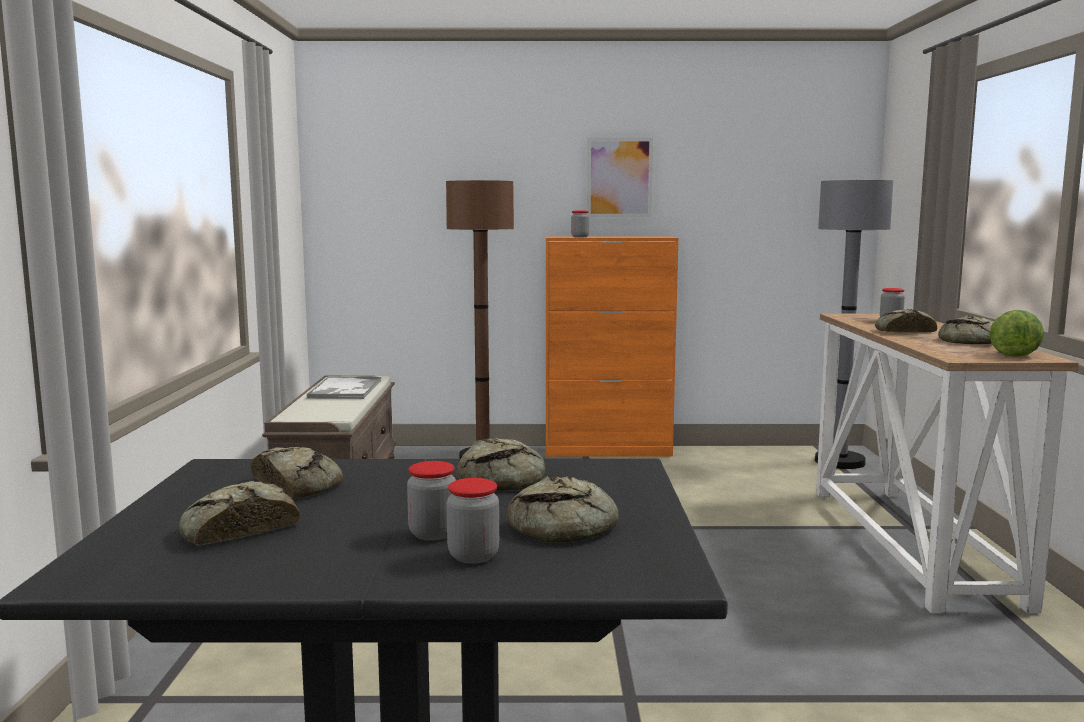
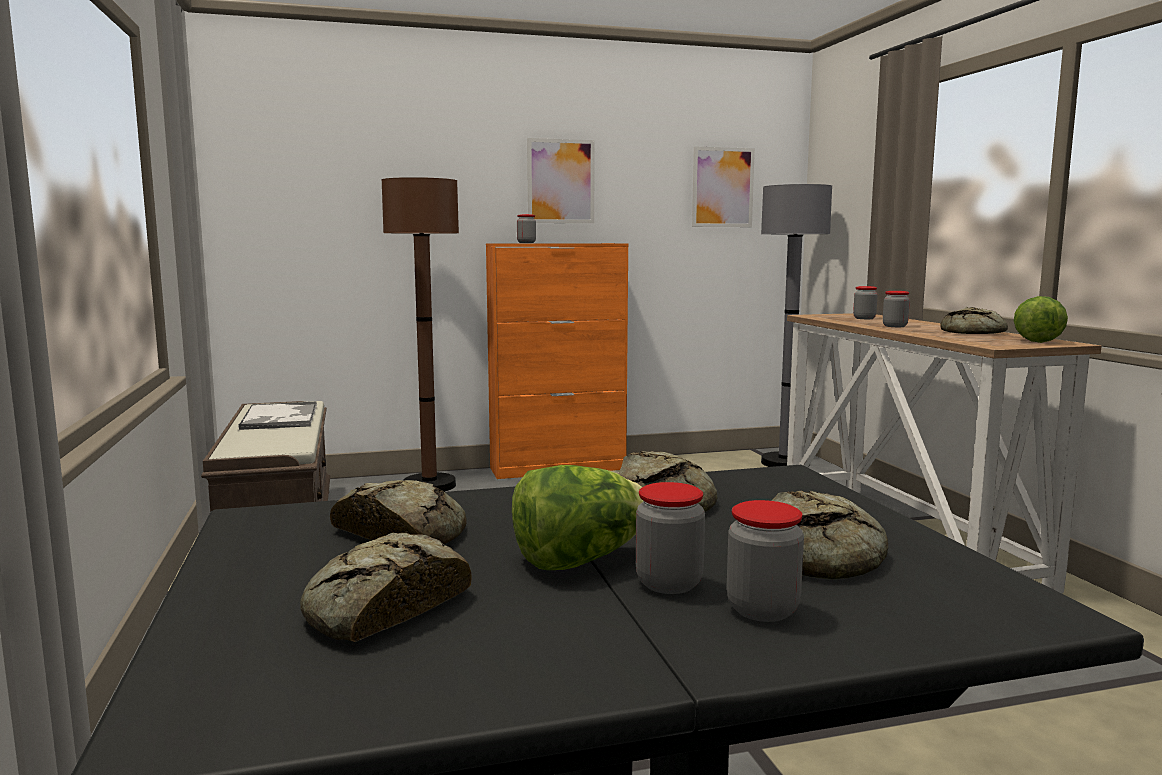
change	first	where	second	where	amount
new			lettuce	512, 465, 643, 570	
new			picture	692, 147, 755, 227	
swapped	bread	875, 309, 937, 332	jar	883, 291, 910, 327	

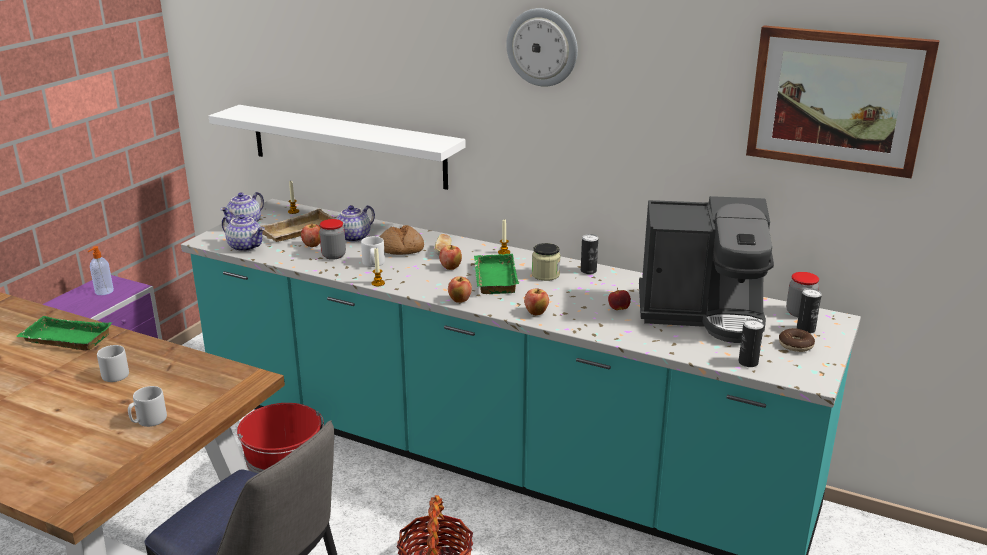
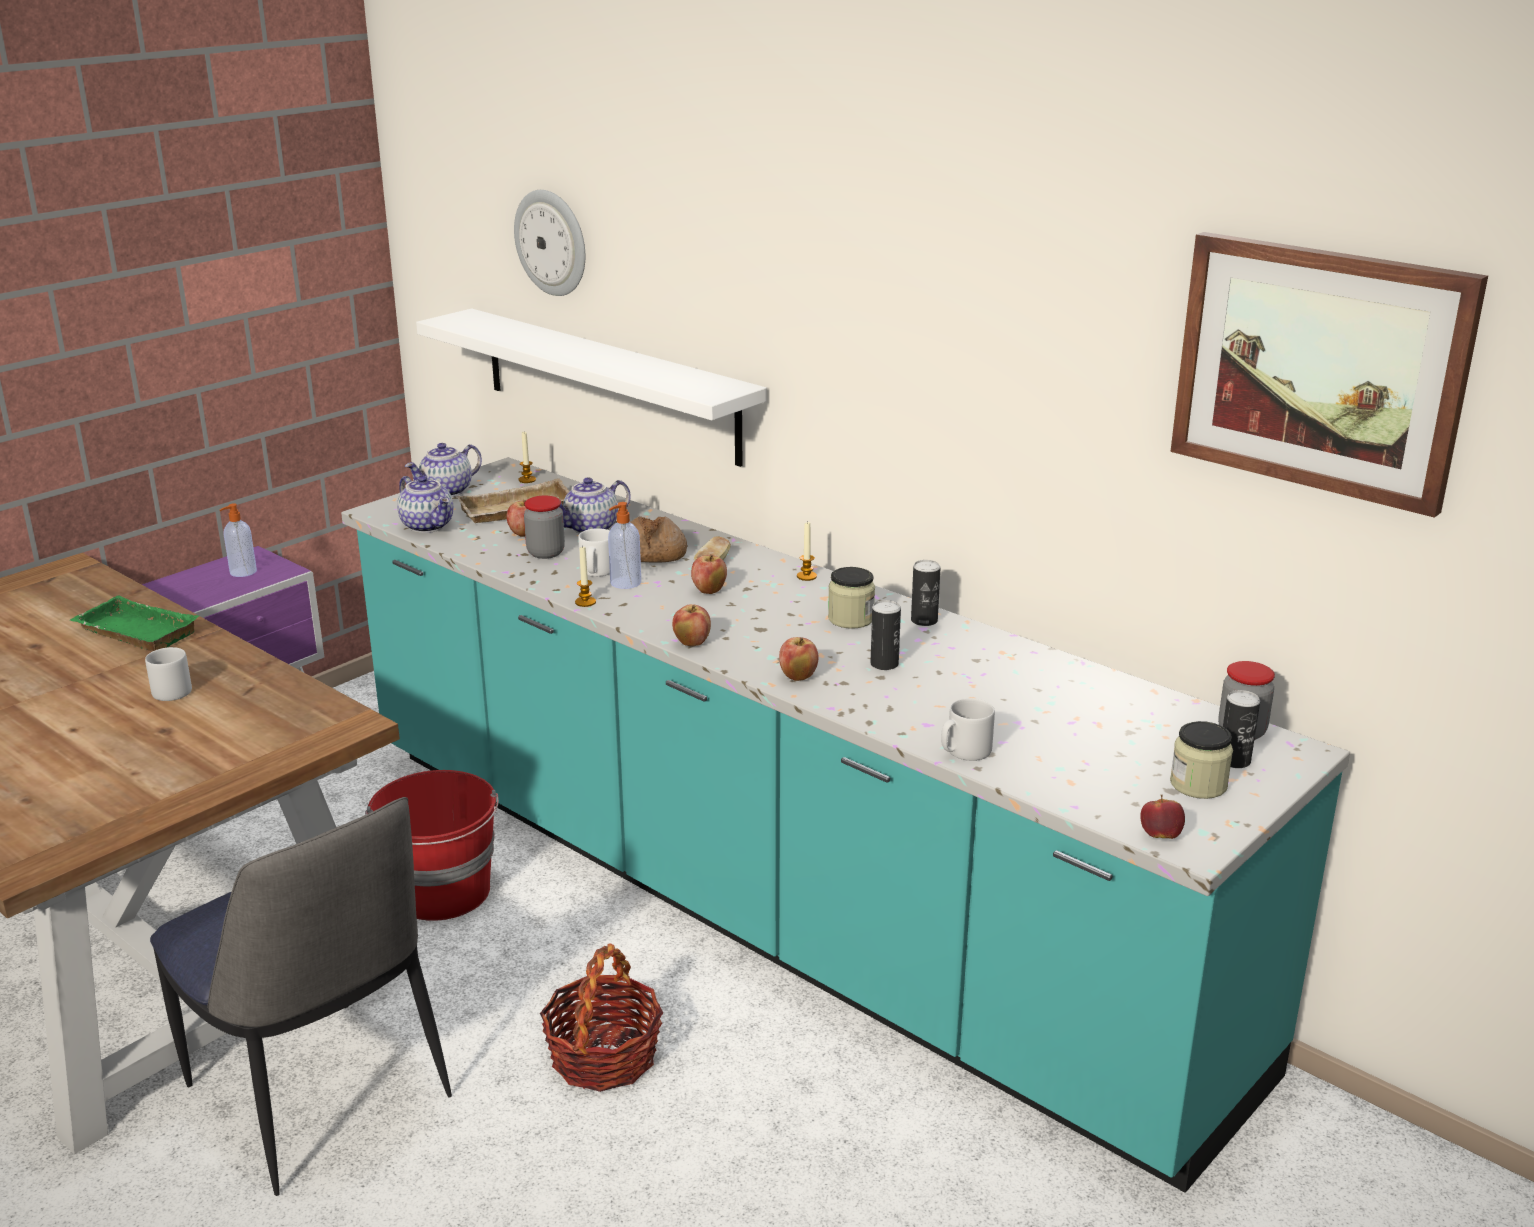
change	first	where	second	where	amount
gone	green tray	474, 254, 519, 294			
gone	coffee machine	639, 196, 774, 343			
new			soap dispenser	608, 502, 641, 589	
shifted	grey mug	128, 386, 167, 427		941, 698, 995, 761	
shifted	wall clock	506, 8, 578, 87		514, 190, 585, 296	
shifted	apple	608, 288, 631, 310		1140, 795, 1185, 839	
shifted	can	739, 319, 764, 367		870, 600, 901, 670	
swapped	donut	779, 328, 815, 352	jar	1170, 721, 1233, 799	

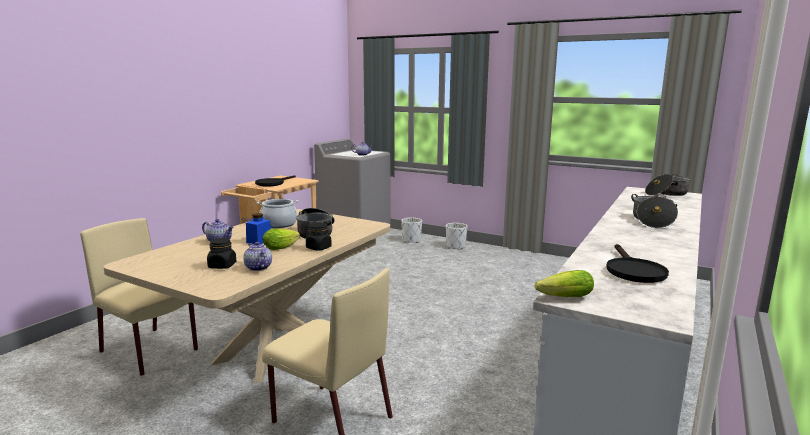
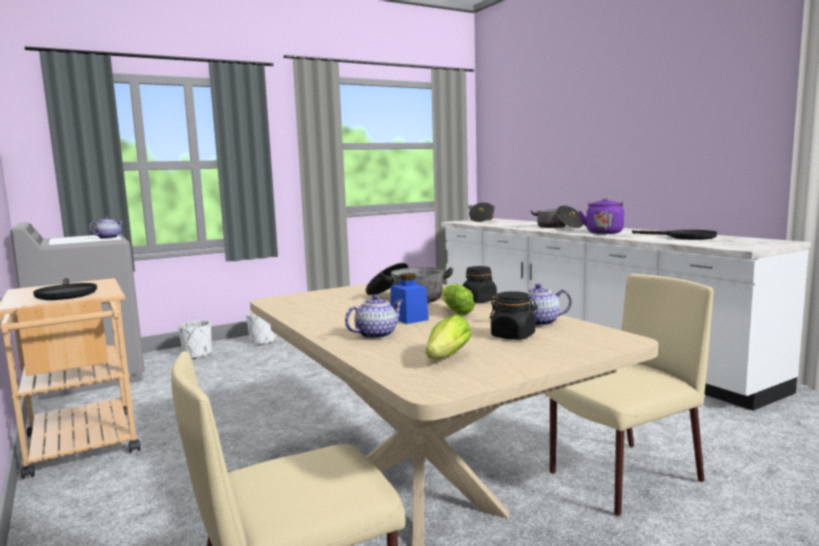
change	first	where	second	where	amount
gone	cooking pot	257, 199, 298, 228			
new			purple kettle	579, 198, 624, 234	
shifted	lettuce	535, 270, 594, 297		426, 314, 471, 360	

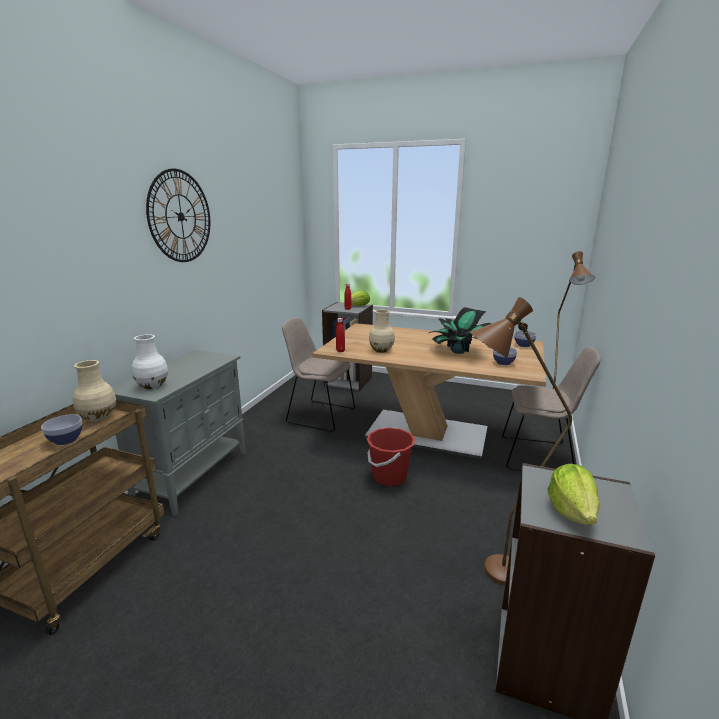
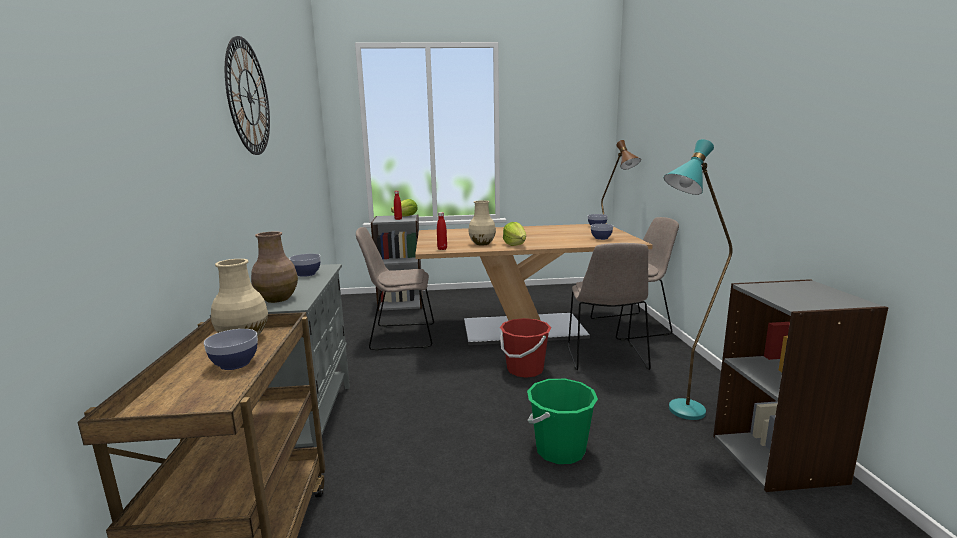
change	first	where	second	where	amount
gone	potted plant	429, 307, 492, 354			
new			bowl	289, 254, 321, 277	
new			green bucket	527, 379, 598, 464	
new			beige chair	567, 243, 651, 370	
shifted	lettuce	548, 464, 600, 525		503, 222, 526, 246	
repainted	white vase	132, 334, 168, 389	brown vase	251, 231, 298, 303	
repainted	brown floor lamp	470, 297, 572, 585	turquoise floor lamp	664, 139, 733, 420	

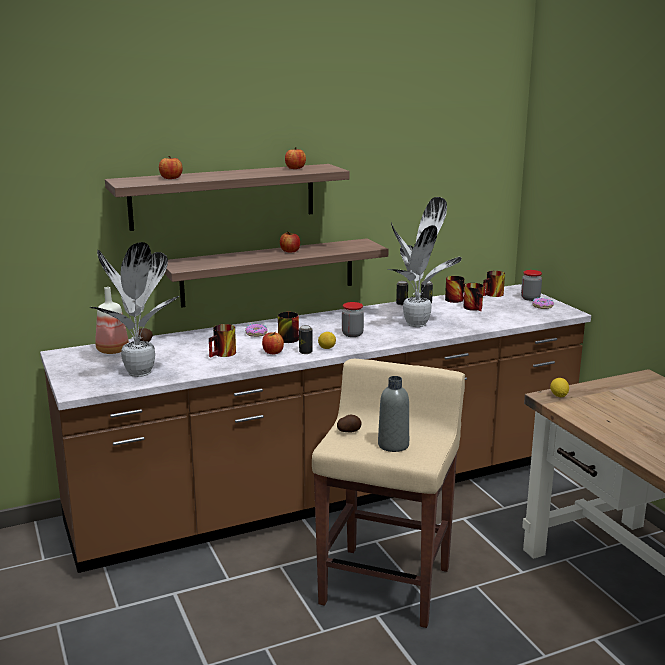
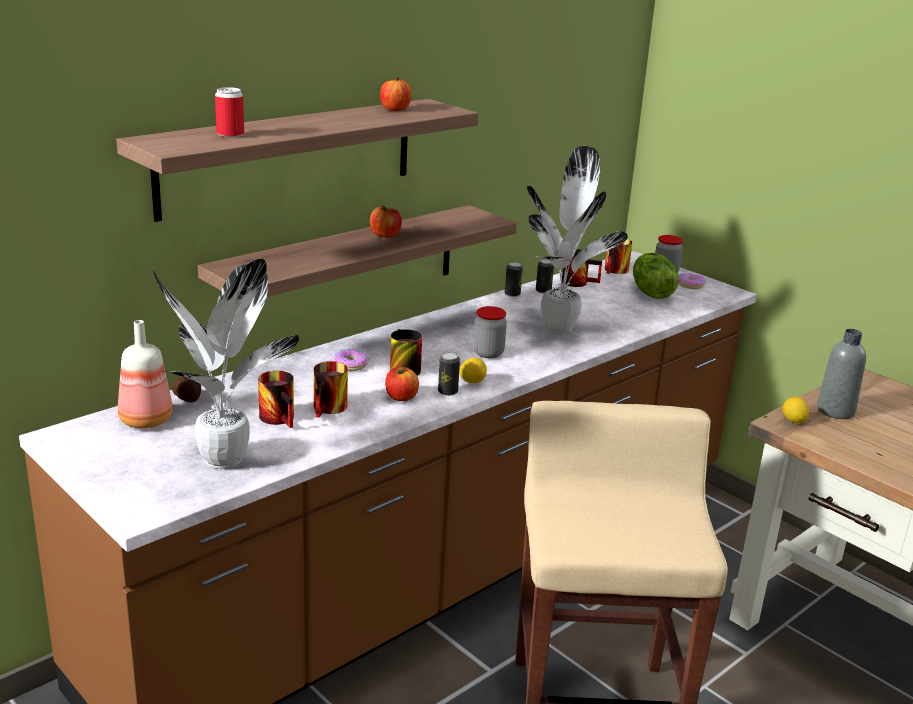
change	first	where	second	where	amount
gone	potato	337, 415, 362, 433			
new			lettuce	633, 253, 679, 299	
shifted	grey bottle	378, 376, 409, 452		817, 329, 866, 419	
shifted	mug	463, 283, 484, 311		258, 371, 294, 428	
swapped	apple	159, 156, 183, 179	can	215, 87, 244, 138	

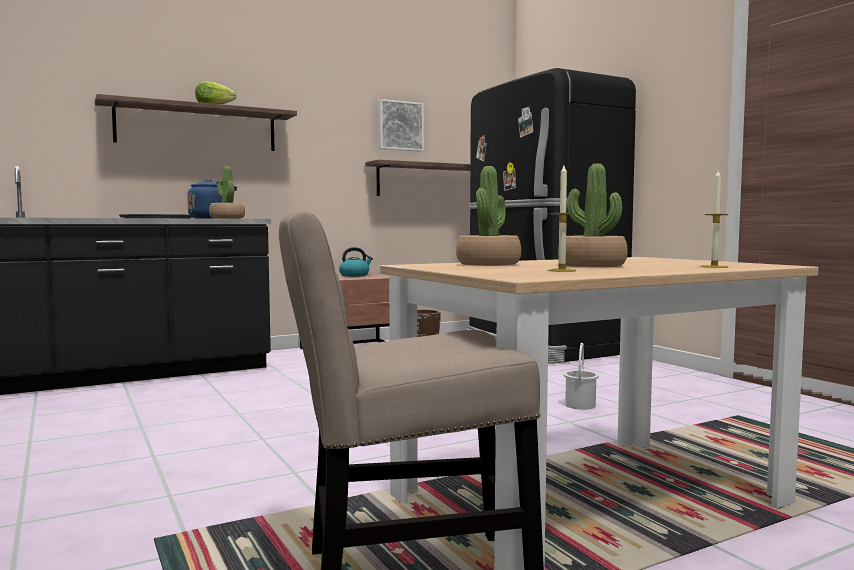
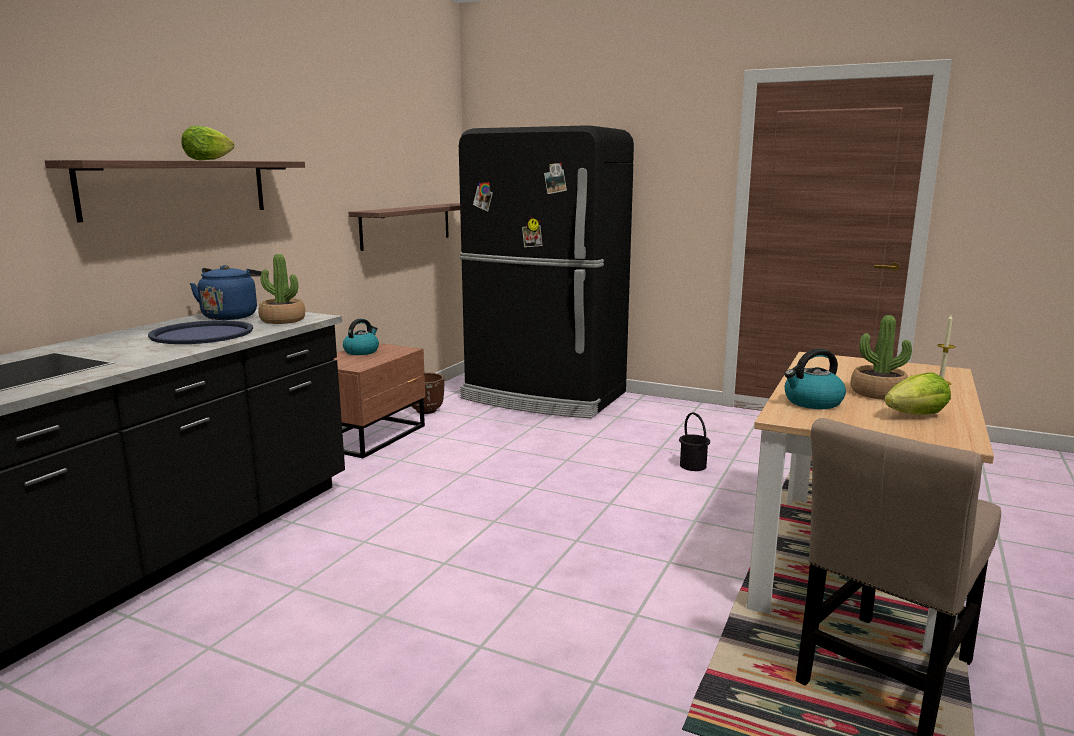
change	first	where	second	where	amount
gone	picture	378, 99, 424, 152			
swapped	potted plant	456, 166, 521, 266	kettle	784, 349, 846, 409	
swapped	candle	548, 165, 576, 272	lettuce	884, 372, 951, 415	
repainted	white bucket	563, 343, 599, 410	black bucket	679, 412, 710, 471	

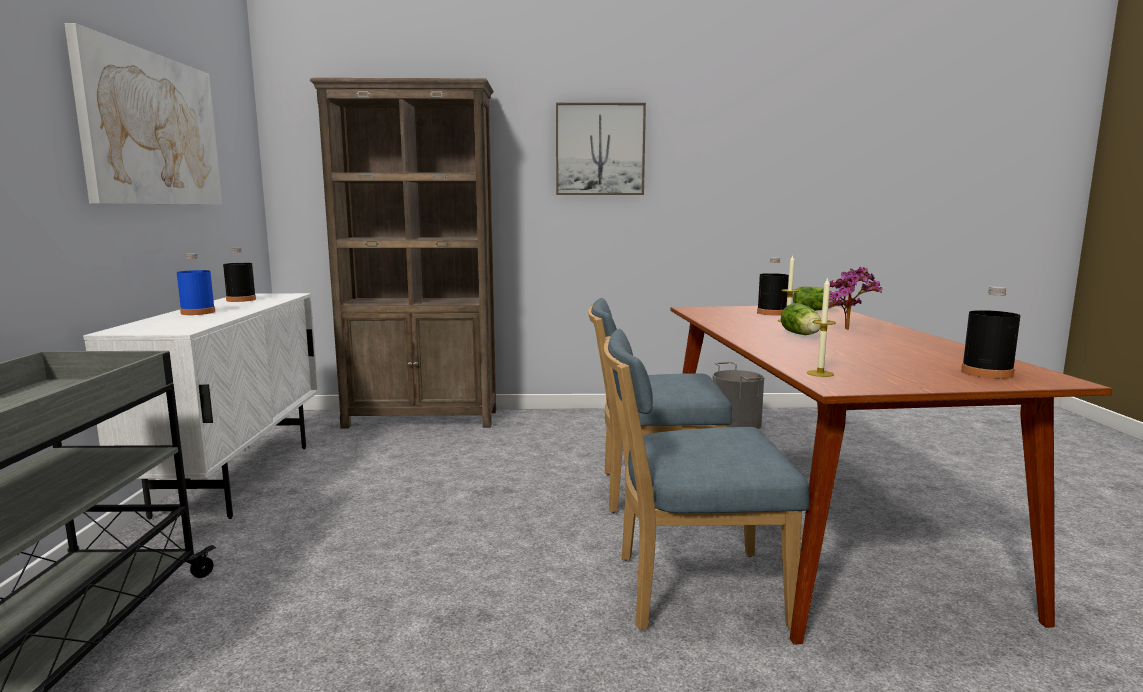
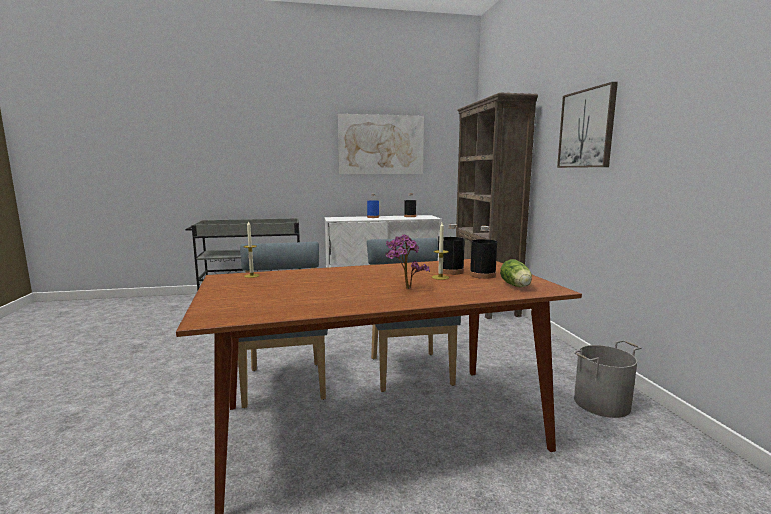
change	first	where	second	where	amount
gone	lettuce	781, 303, 821, 335			
shifted	black bottle	961, 287, 1020, 379		443, 224, 465, 275	

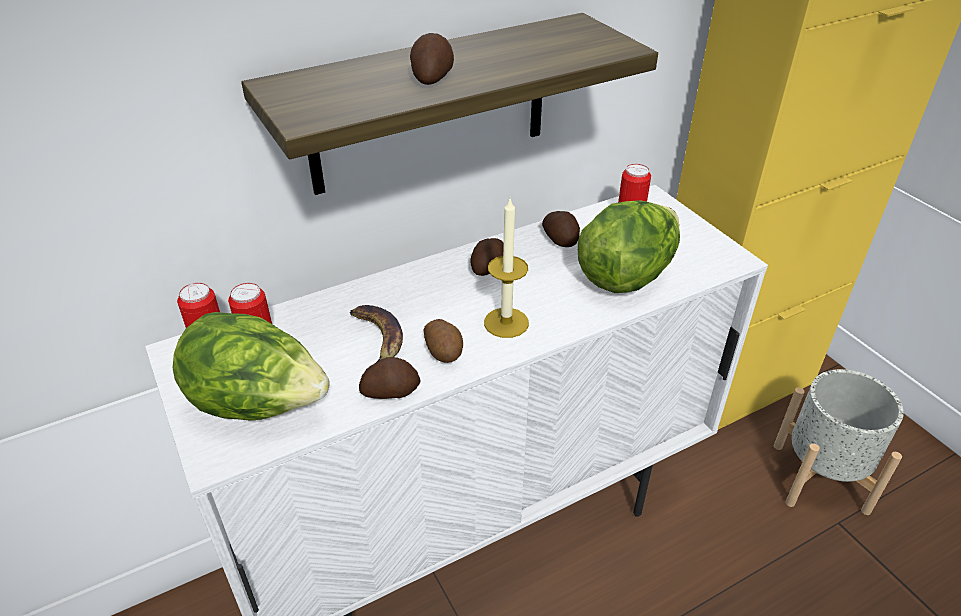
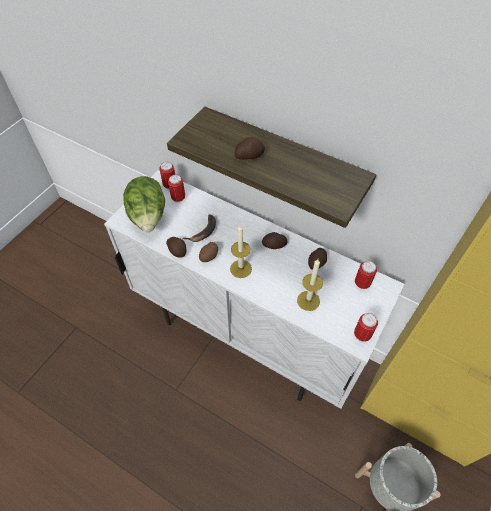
change	first	where	second	where	amount
new			can	354, 313, 378, 342	
swapped	lettuce	578, 200, 680, 293	candle	297, 259, 323, 311	

